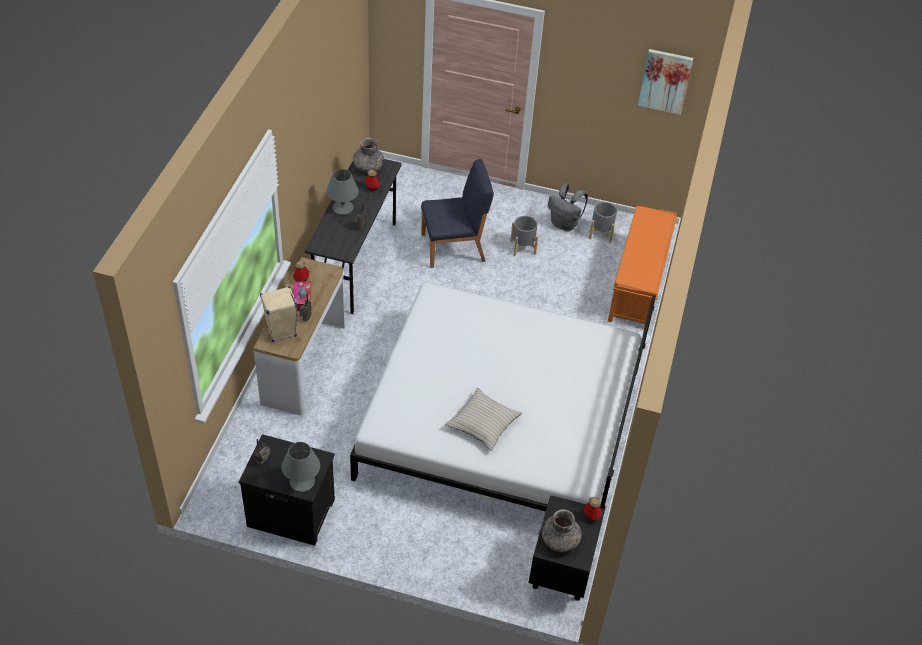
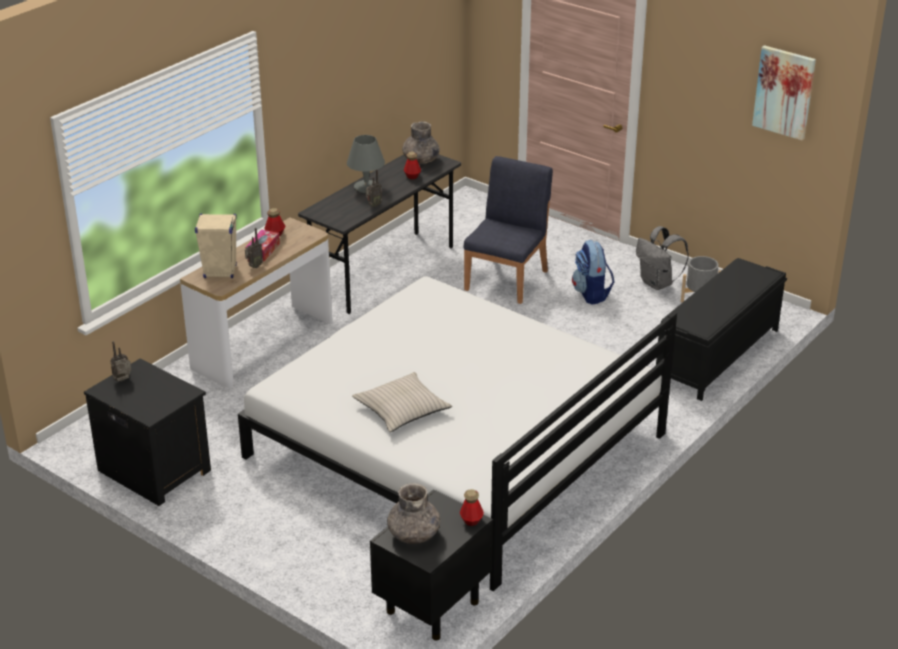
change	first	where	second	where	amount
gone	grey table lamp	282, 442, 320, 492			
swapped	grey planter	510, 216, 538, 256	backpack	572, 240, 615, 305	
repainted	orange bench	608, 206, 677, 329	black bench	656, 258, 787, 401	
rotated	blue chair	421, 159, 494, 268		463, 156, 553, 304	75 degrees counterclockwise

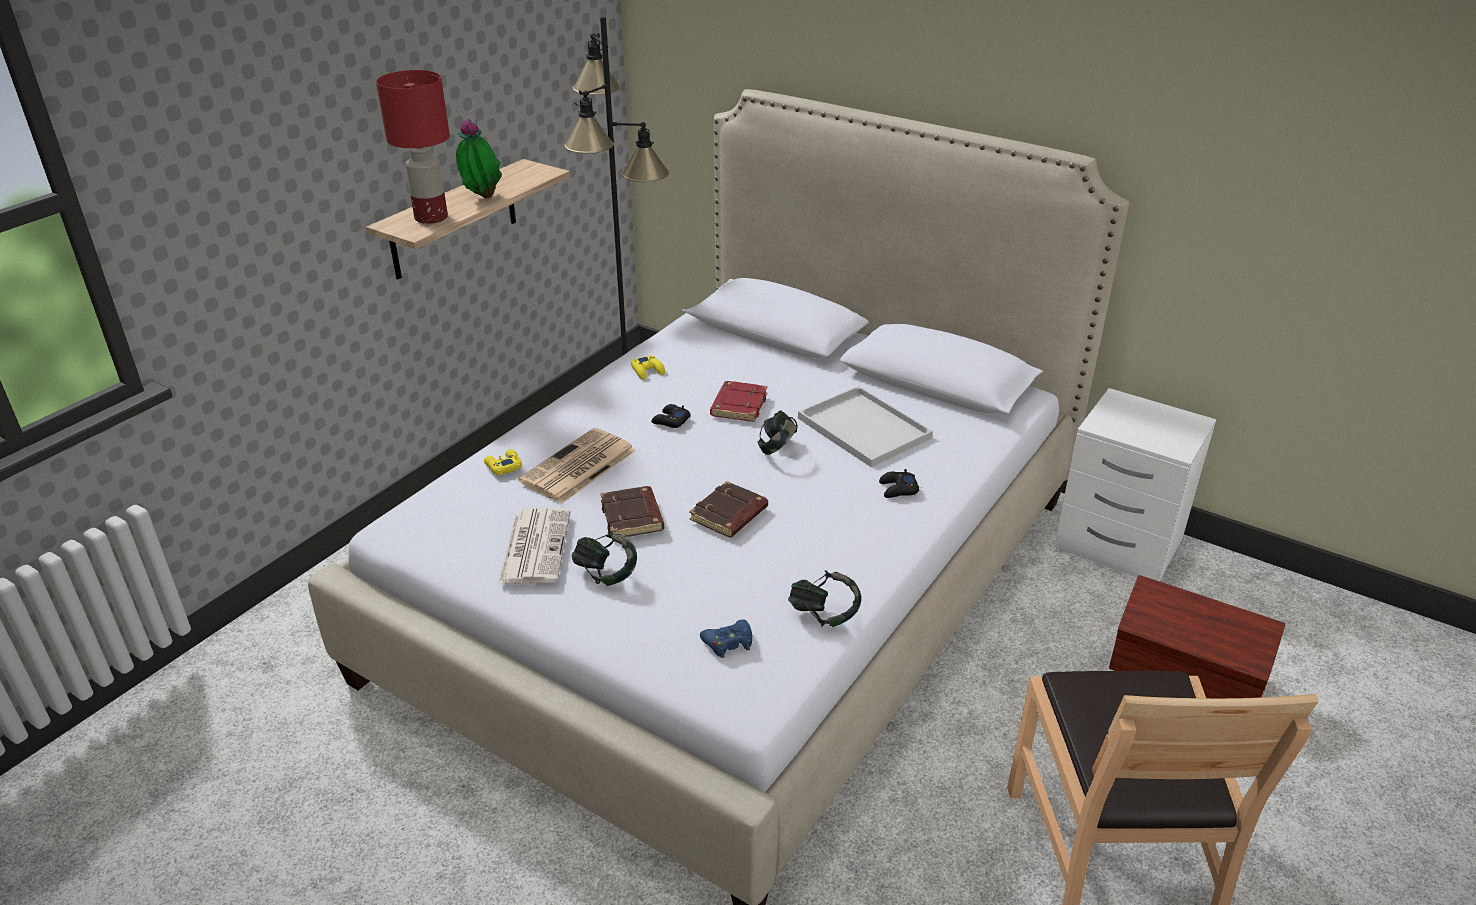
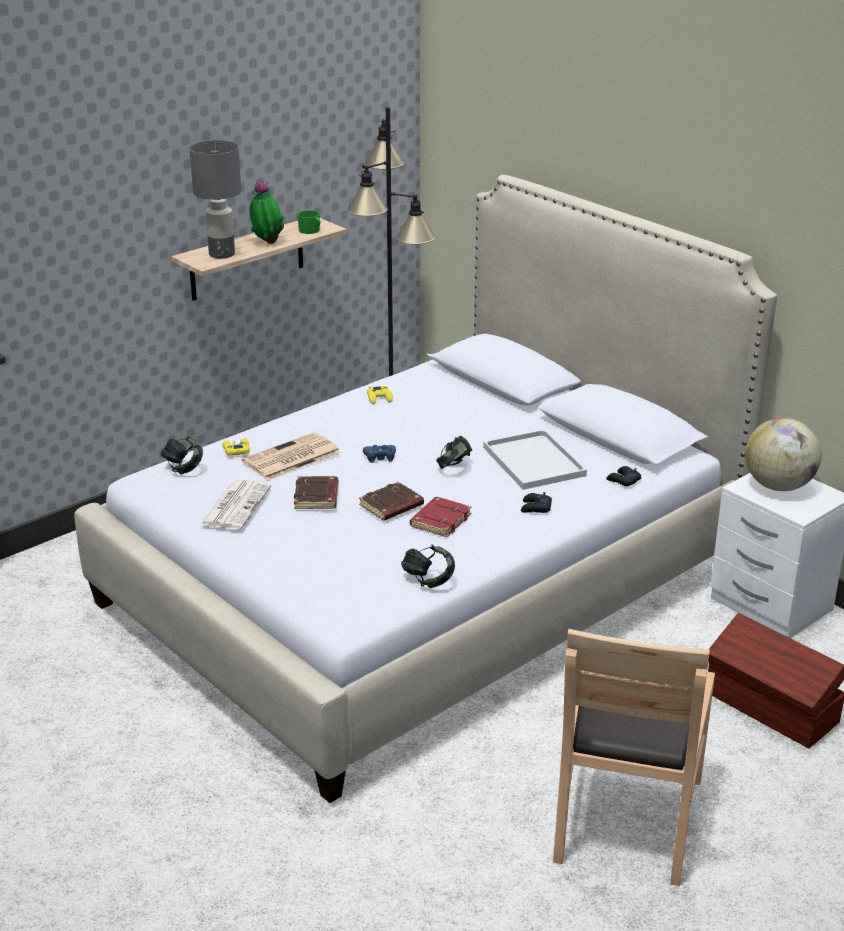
change	first	where	second	where	amount
new			green mug	297, 210, 320, 234	
new			globe	745, 417, 822, 491	
shifted	headphones	571, 531, 637, 586		161, 437, 203, 474	
shifted	black game controller	651, 404, 691, 428		606, 466, 641, 486	
shifted	blue game controller	700, 619, 752, 658		363, 445, 396, 463	
shifted	red book	710, 381, 768, 422		410, 497, 471, 537	
repainted	red table lamp	376, 70, 450, 224	grey table lamp	189, 140, 242, 259	

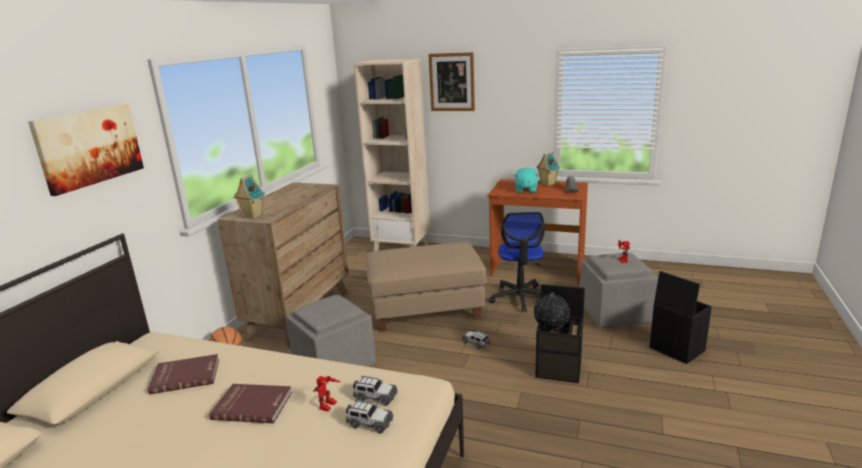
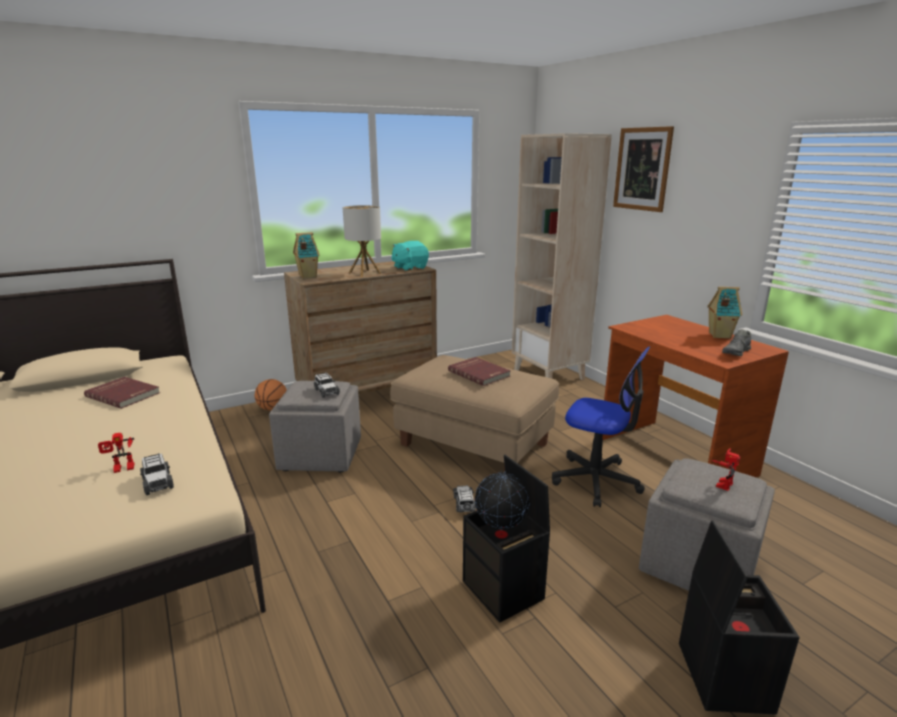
change	first	where	second	where	amount
gone	picture	28, 104, 144, 196			
new			table lamp	343, 205, 381, 277	
shifted	red book	209, 384, 292, 424		448, 357, 511, 386	
shifted	toy car	346, 400, 393, 434		314, 372, 340, 398	
shifted	turquoise plush toy	513, 167, 539, 193		391, 241, 429, 271	
rotated	office chair	489, 212, 545, 312		552, 346, 650, 507	105 degrees counterclockwise

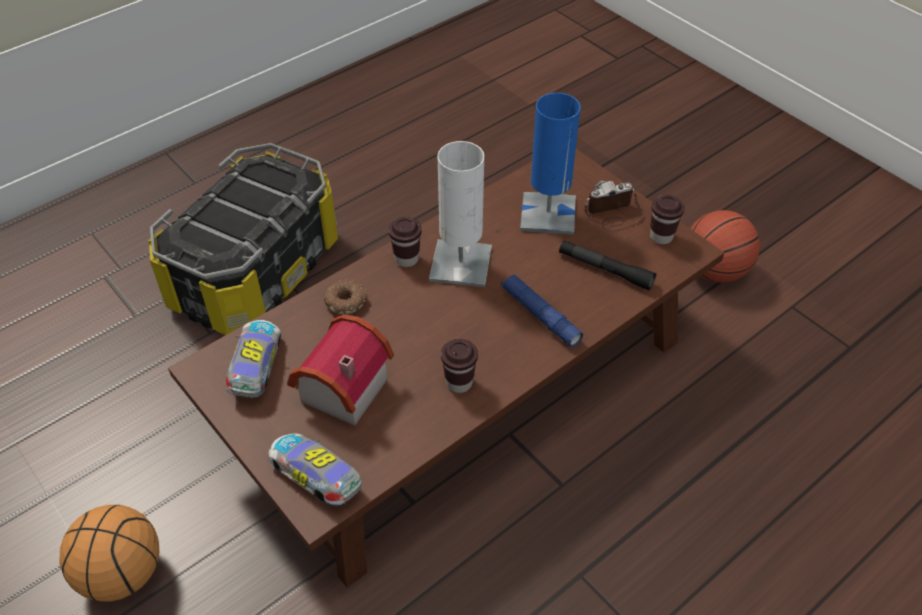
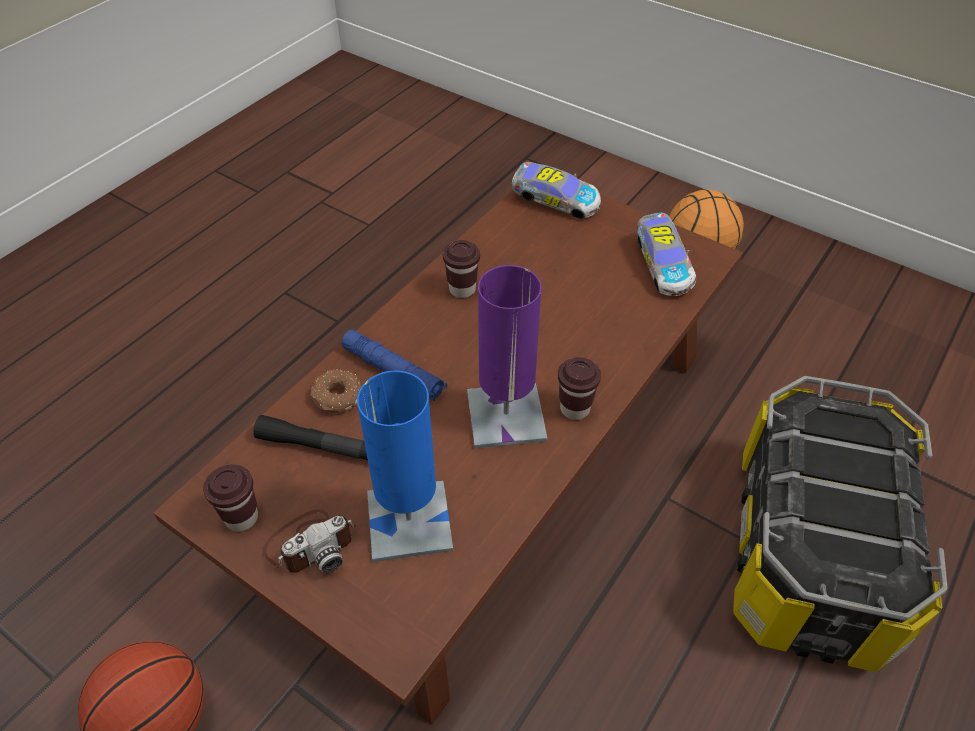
change	first	where	second	where	amount
gone	toy house	287, 314, 394, 426			
shifted	donut	324, 280, 368, 314		310, 369, 362, 413	
repainted	white table lamp	429, 141, 492, 287	purple table lamp	467, 265, 547, 449	

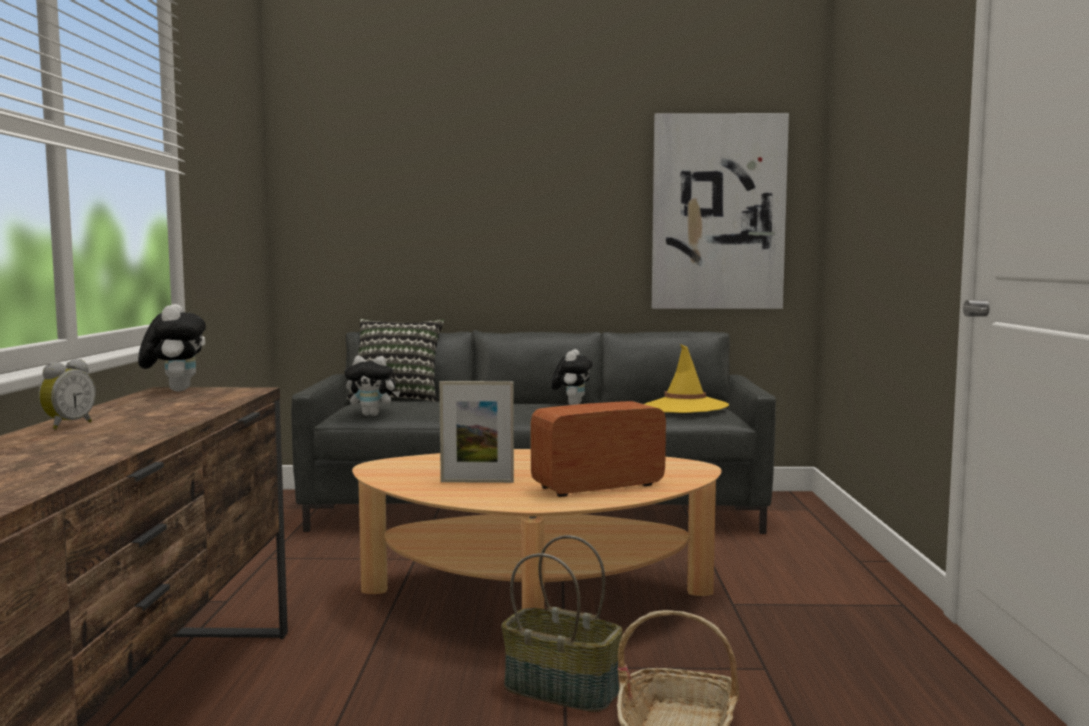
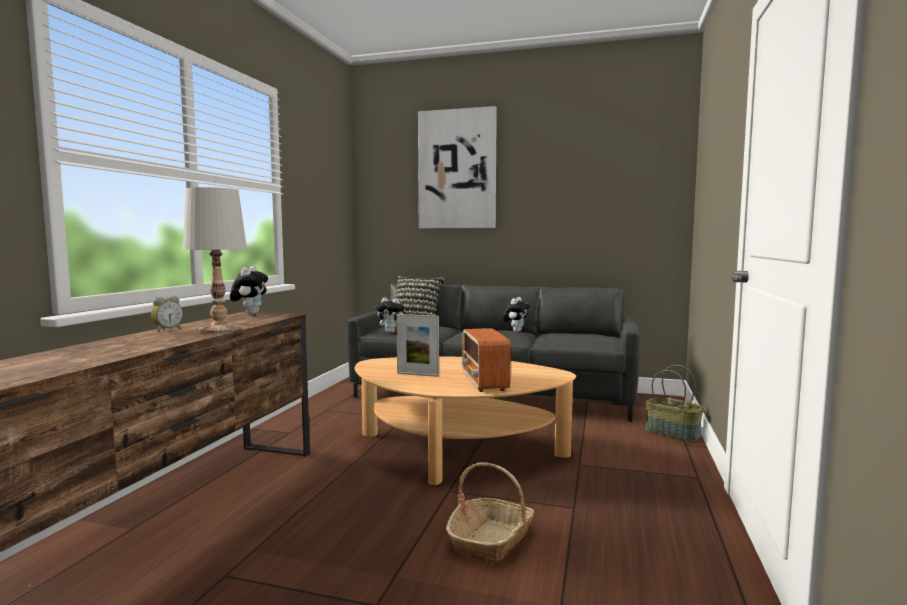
change	first	where	second	where	amount
gone	yellow hat	645, 344, 729, 413			
new			white table lamp	183, 187, 247, 333	
shifted	basket	501, 535, 623, 712		645, 365, 704, 442	
shifted	picture	652, 113, 789, 309		418, 106, 497, 228	
rotated	radio	531, 401, 666, 497		462, 328, 511, 392	90 degrees counterclockwise

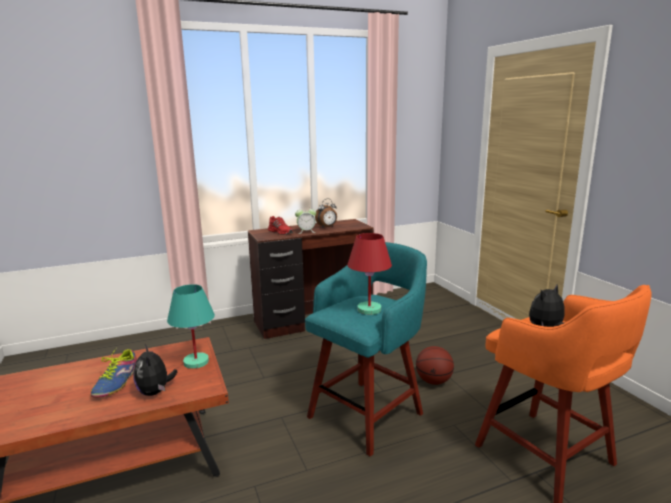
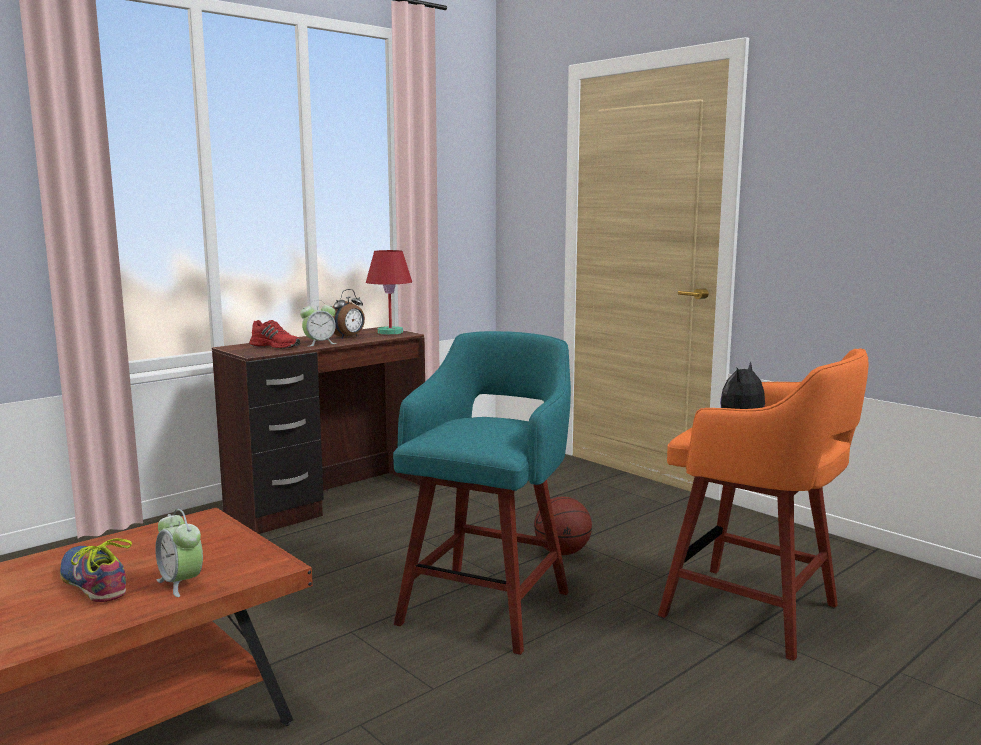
change	first	where	second	where	amount
gone	turquoise table lamp	167, 284, 215, 369			
shifted	red table lamp	347, 233, 392, 315		366, 250, 412, 335	
swapped	plush toy	133, 345, 177, 396	alarm clock	155, 509, 203, 597	
rotated	shoe	91, 347, 137, 398		60, 538, 132, 602	150 degrees clockwise

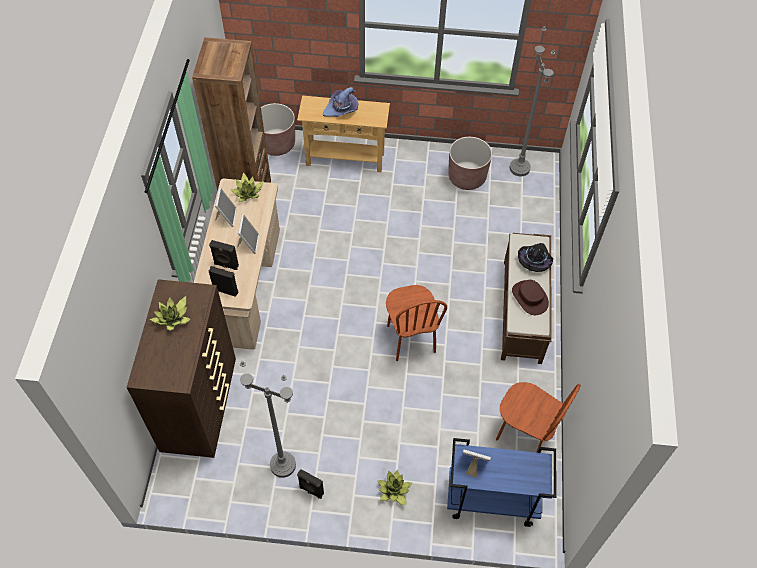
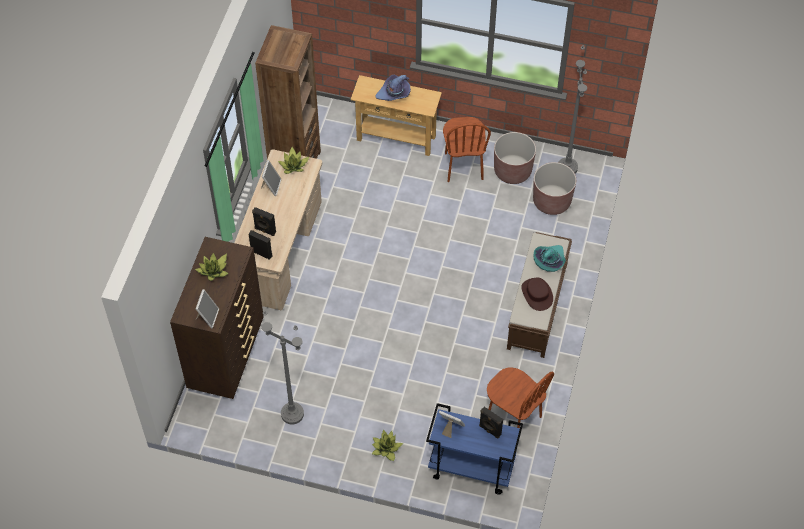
change	first	where	second	where	amount
shifted	picture frame	238, 214, 259, 254		195, 289, 219, 328	
shifted	brown planter	261, 103, 295, 156		533, 162, 576, 215	
shifted	black speaker	297, 469, 324, 499		479, 407, 503, 438	
shifted	brown chair	386, 285, 447, 361		443, 117, 491, 182	
repainted	black hat	518, 243, 553, 272	turquoise hat	534, 245, 566, 272	

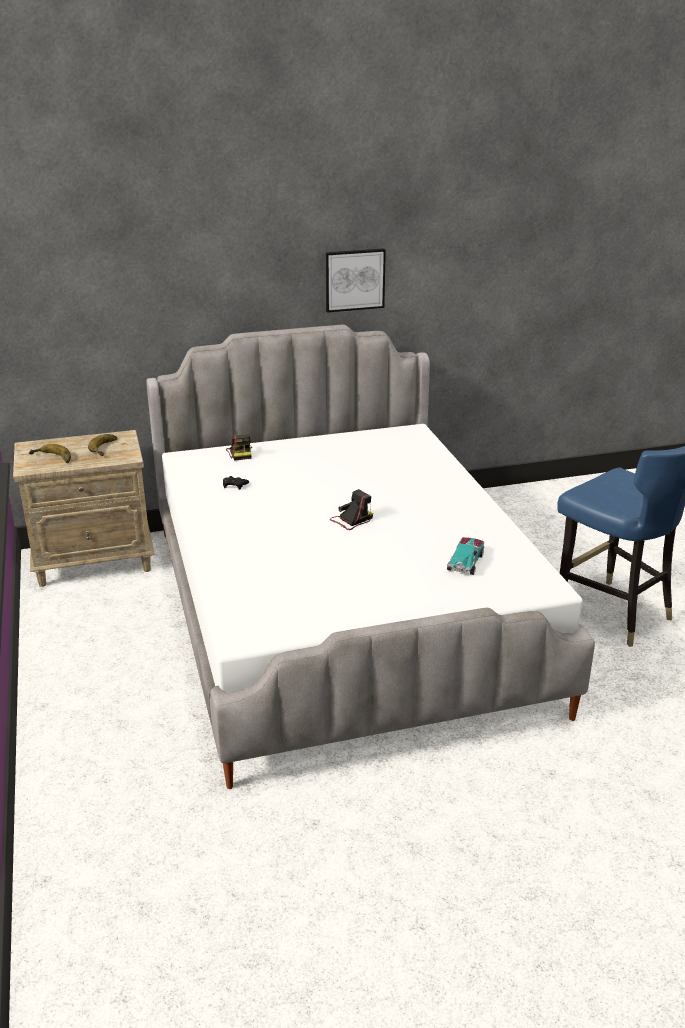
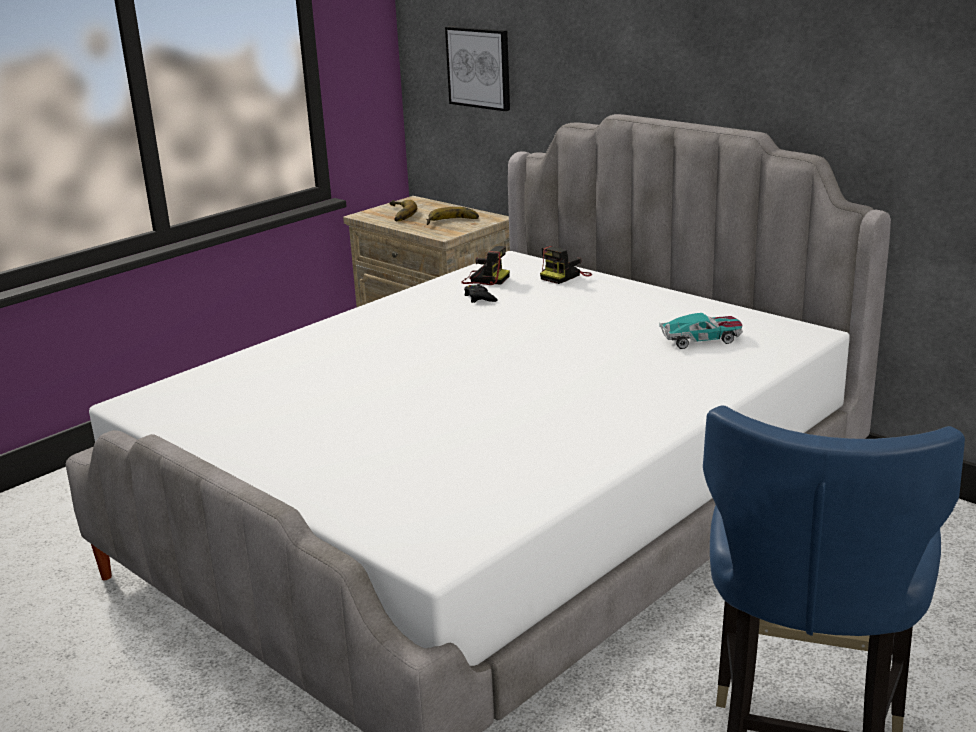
change	first	where	second	where	amount
shifted	picture	325, 248, 386, 313		445, 26, 510, 111	
shifted	photo camera	330, 489, 373, 530		461, 246, 510, 285	
shifted	toy car	447, 537, 484, 575		659, 313, 743, 349	

